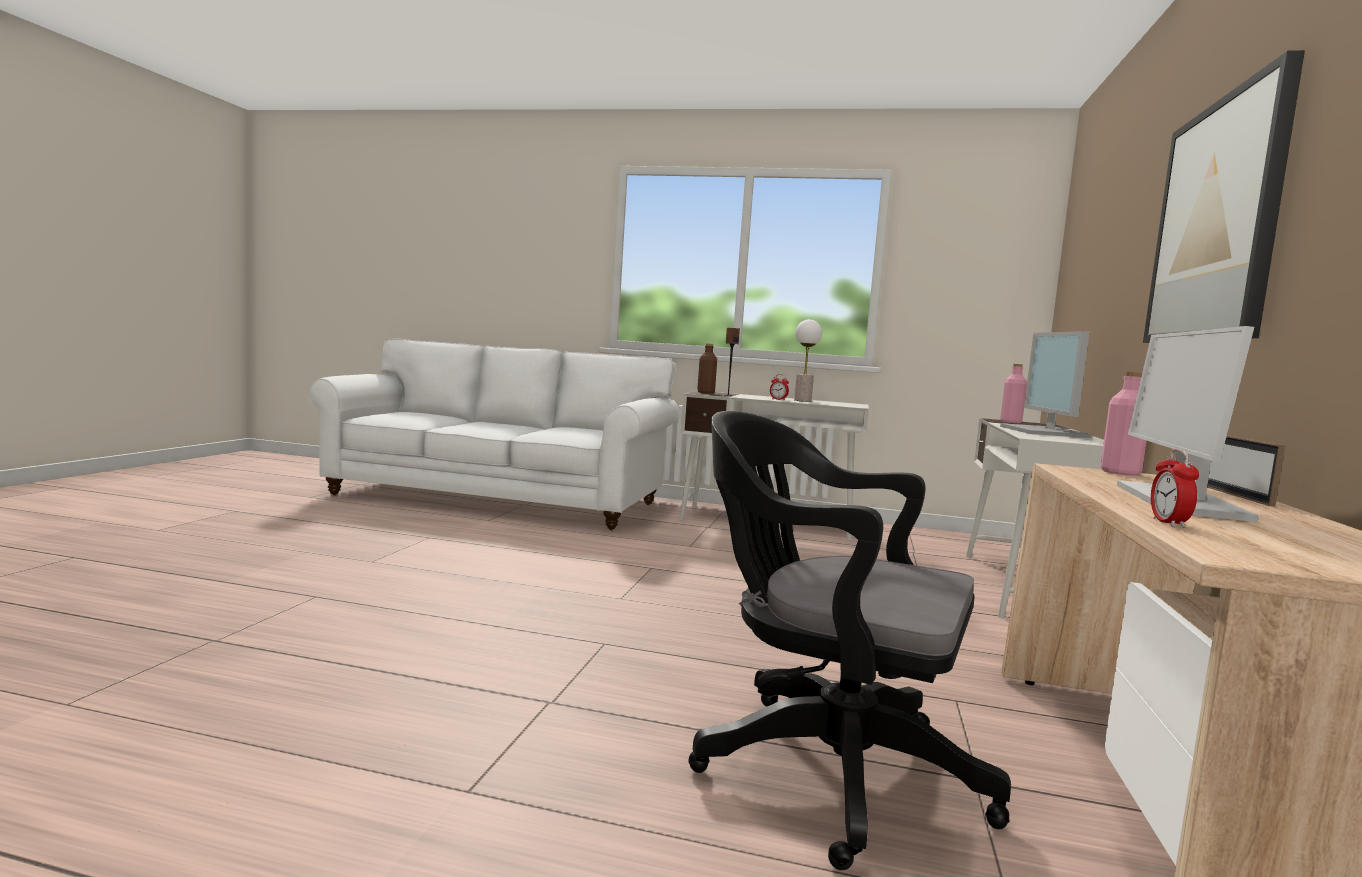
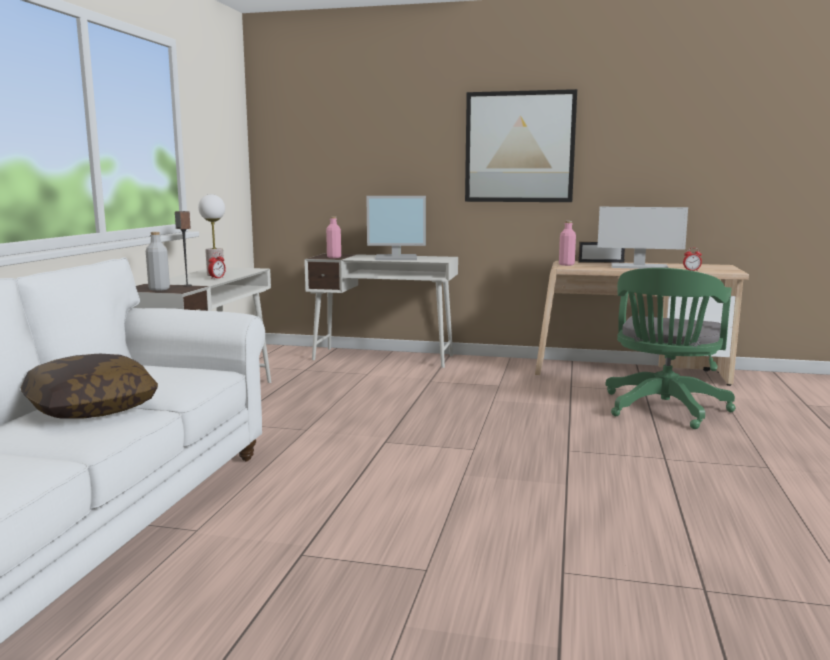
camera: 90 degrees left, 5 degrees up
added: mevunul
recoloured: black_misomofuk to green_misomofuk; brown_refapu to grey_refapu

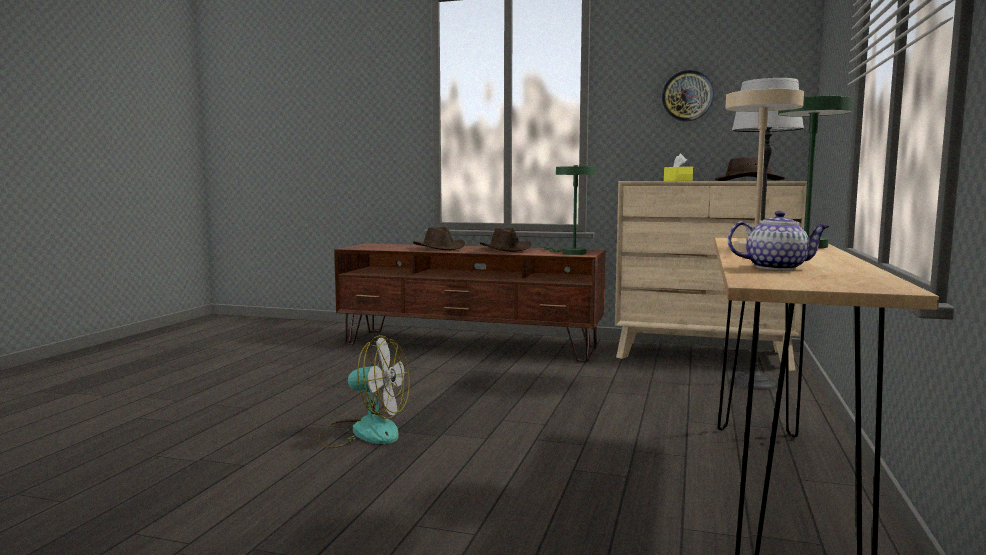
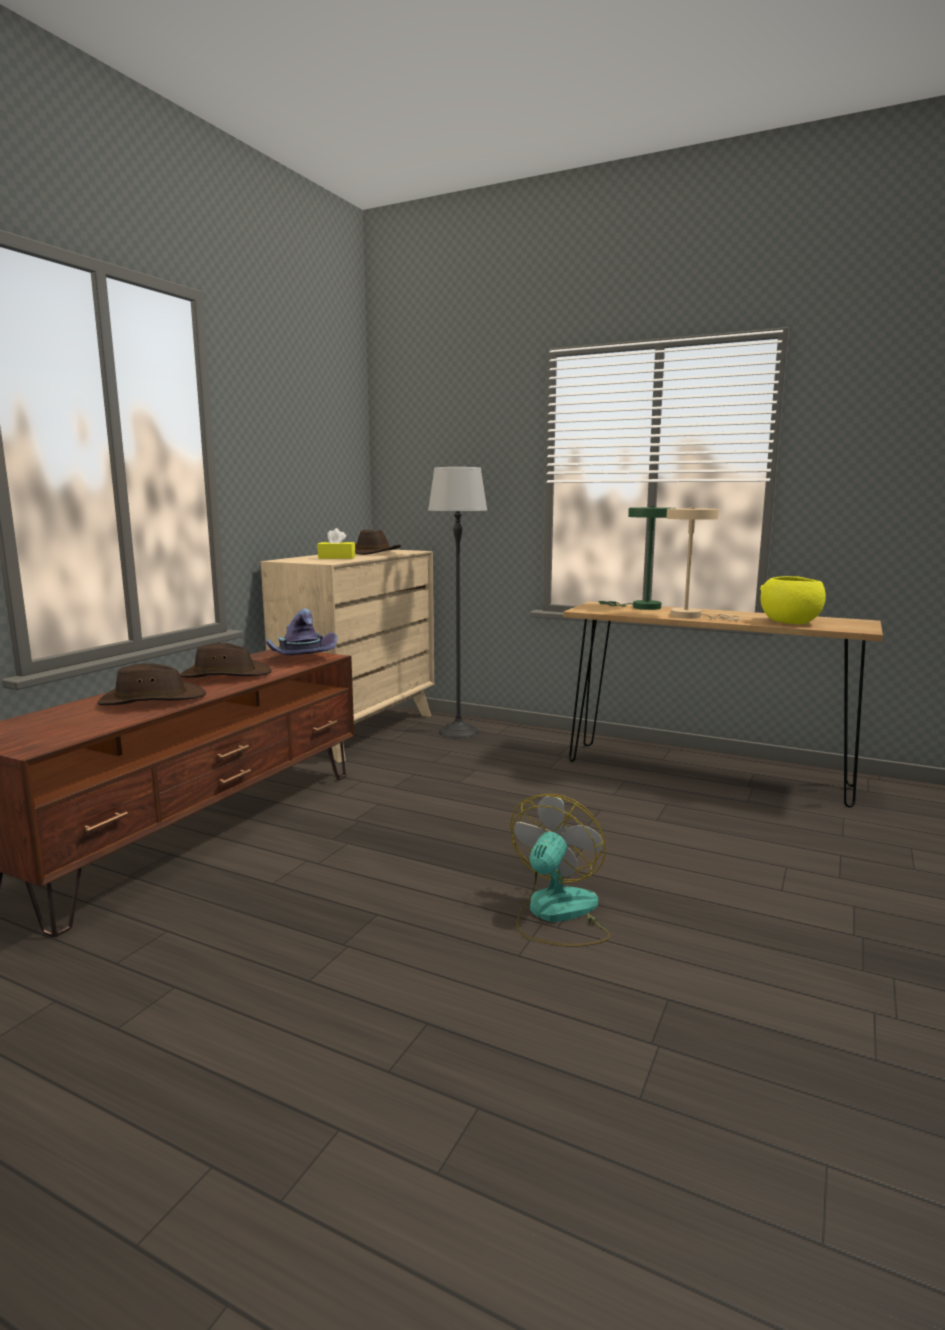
camera: 80 degrees left, 5 degrees up
removed: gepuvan
replaced: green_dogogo (1st from left) to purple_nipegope; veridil to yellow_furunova

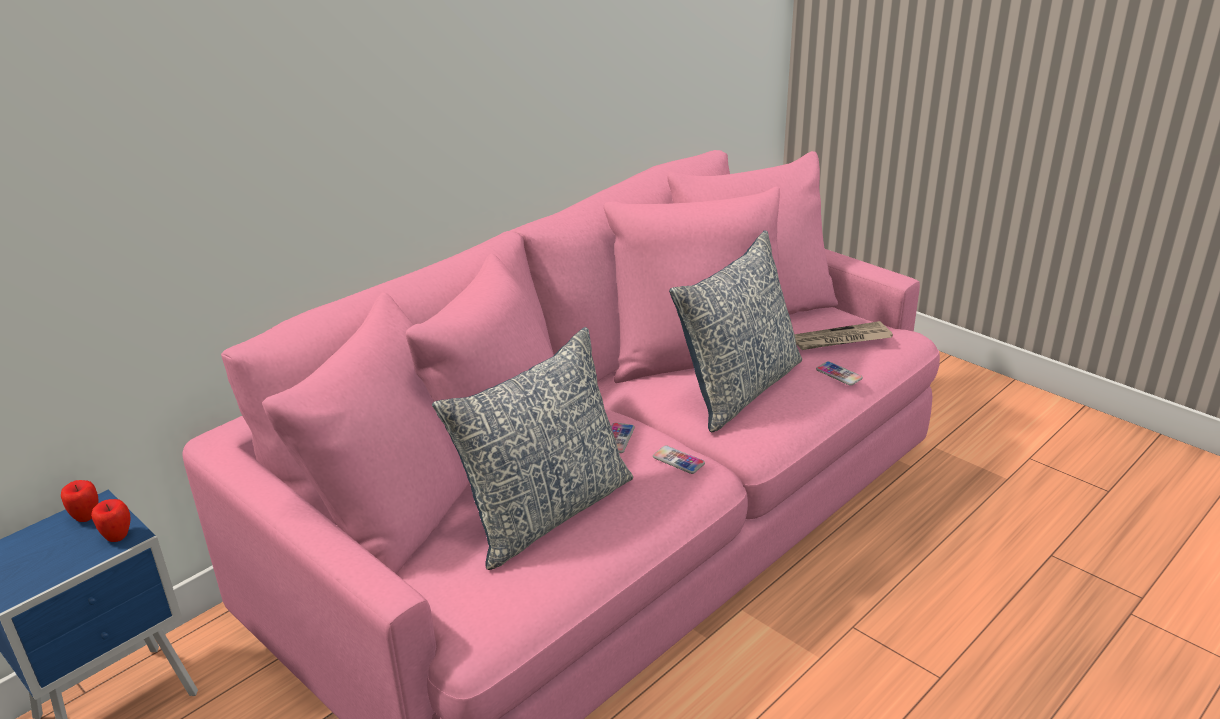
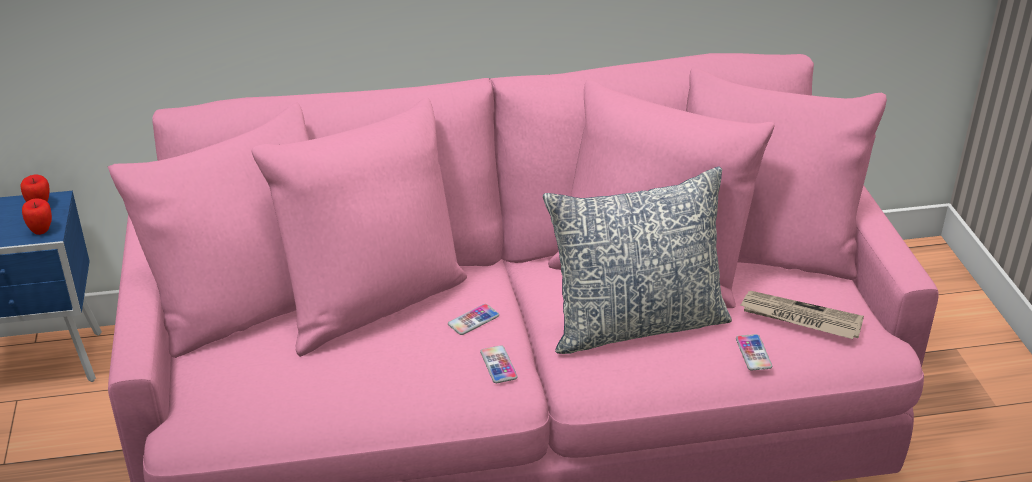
camera: 35 degrees right, 5 degrees up
removed: mevunul (1st from left)

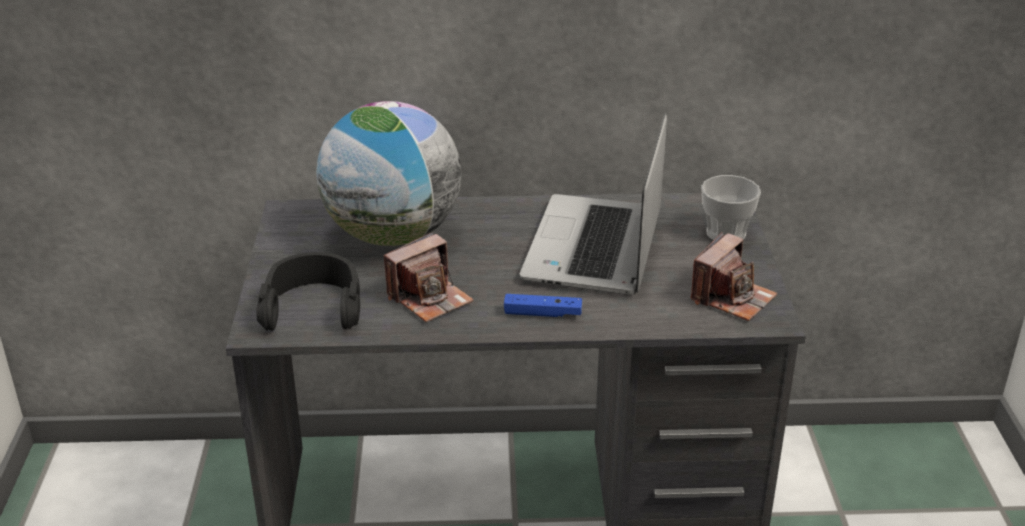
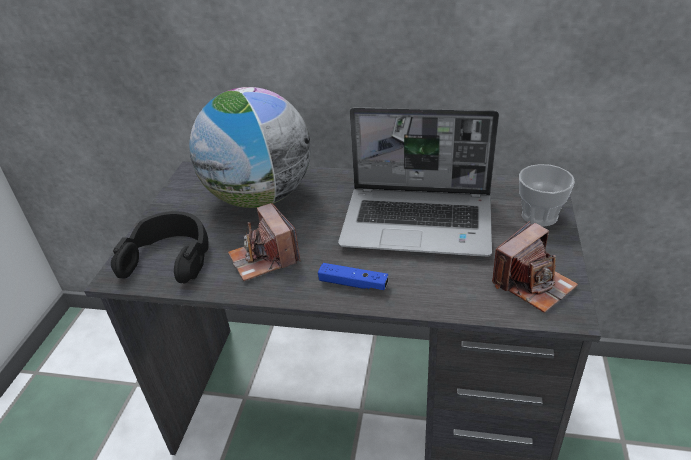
camera: 15 degrees right, 5 degrees up
turned: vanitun (1st from left) 90 degrees clockwise; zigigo 105 degrees counterclockwise

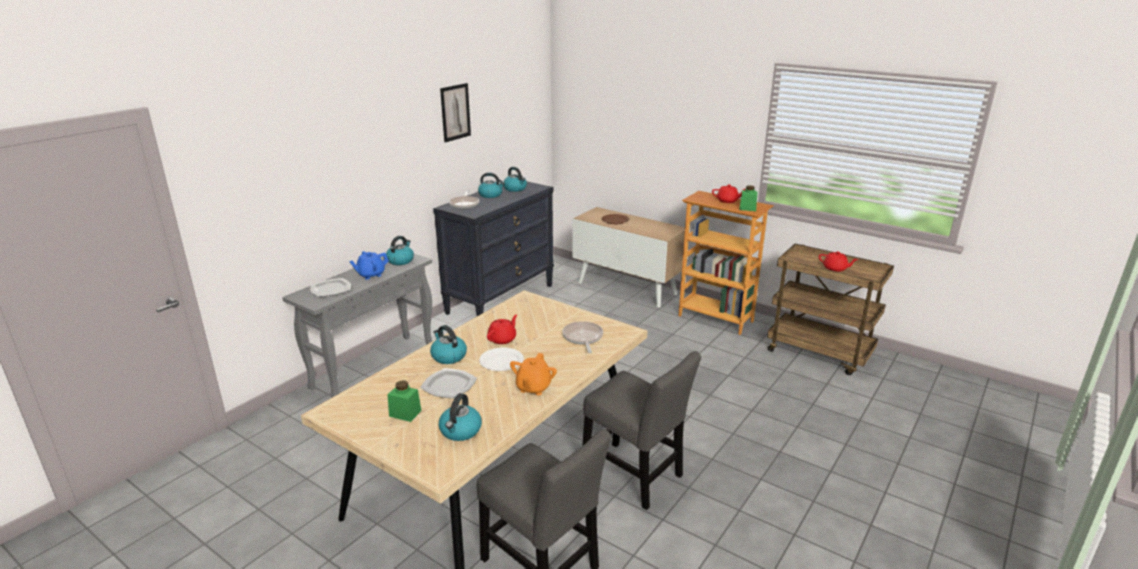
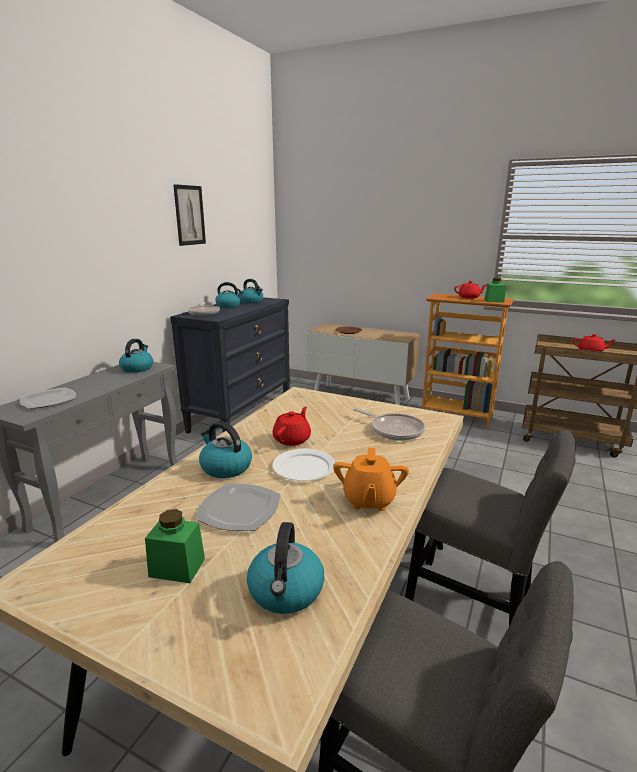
camera: 10 degrees left, 5 degrees down
removed: blue_veridil
turned: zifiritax (2nd from left) 150 degrees clockwise

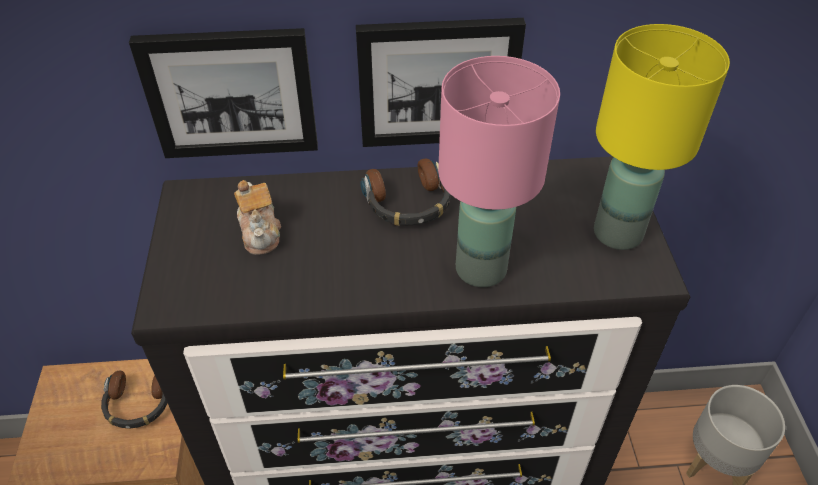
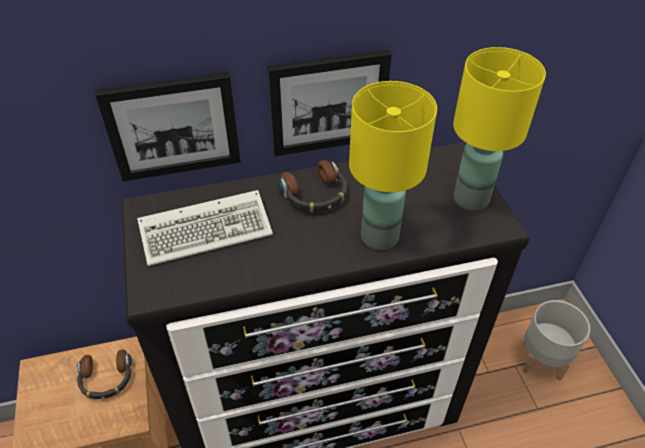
camera: 10 degrees left, 0 degrees up
replaced: veridil to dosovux
recoloured: pink_dogogo to yellow_dogogo (1st from left)

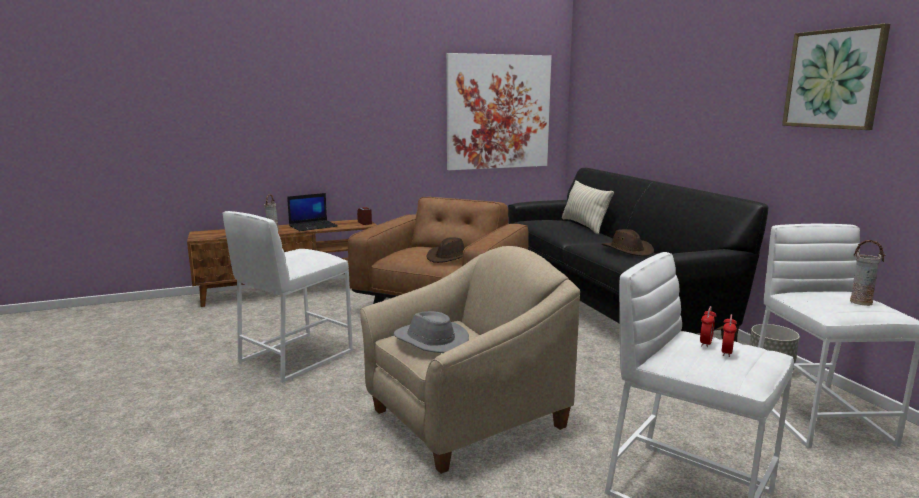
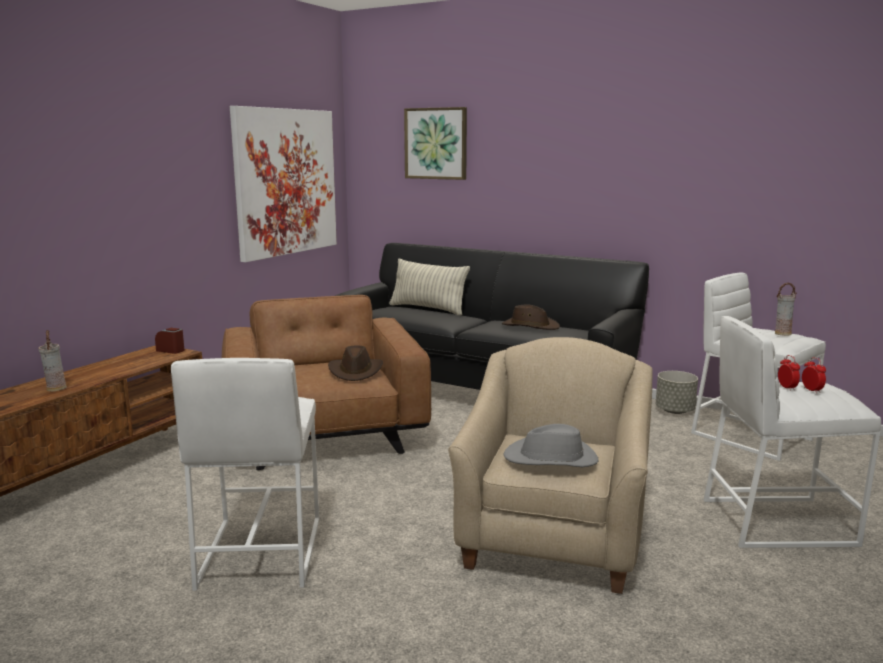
camera: 40 degrees left, 0 degrees up
removed: zigigo
moved: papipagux (2nd from left)

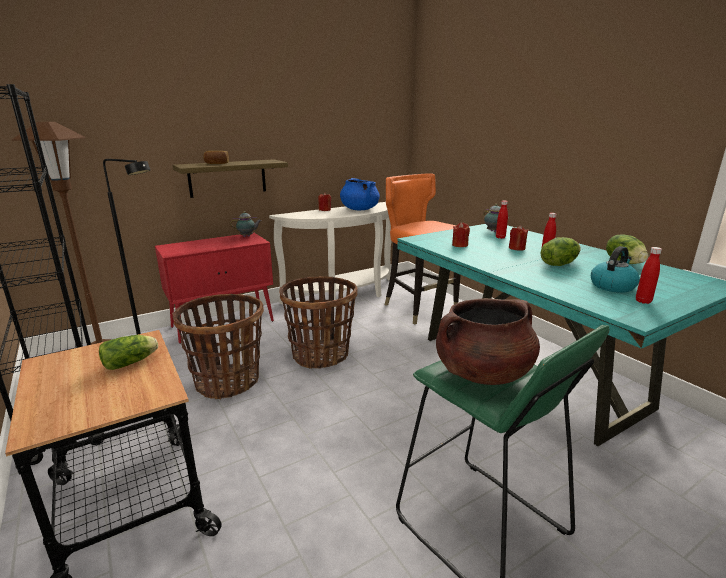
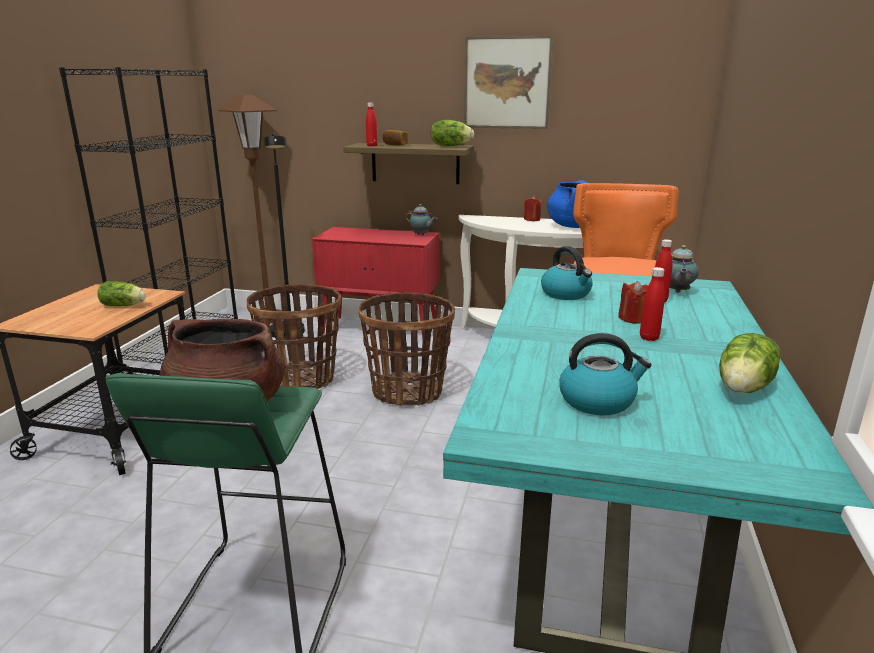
camera: 45 degrees right, 0 degrees up
added: papipagux
moved: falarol (2nd from left); red_refapu (3rd from left in the first image) to red_refapu (1st from left)
replaced: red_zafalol (2nd from left) to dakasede (1st from left)

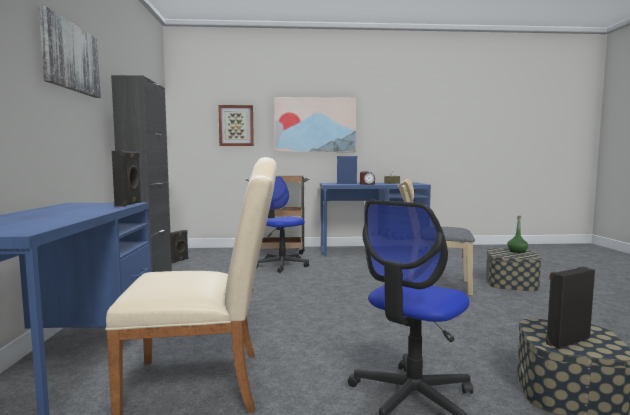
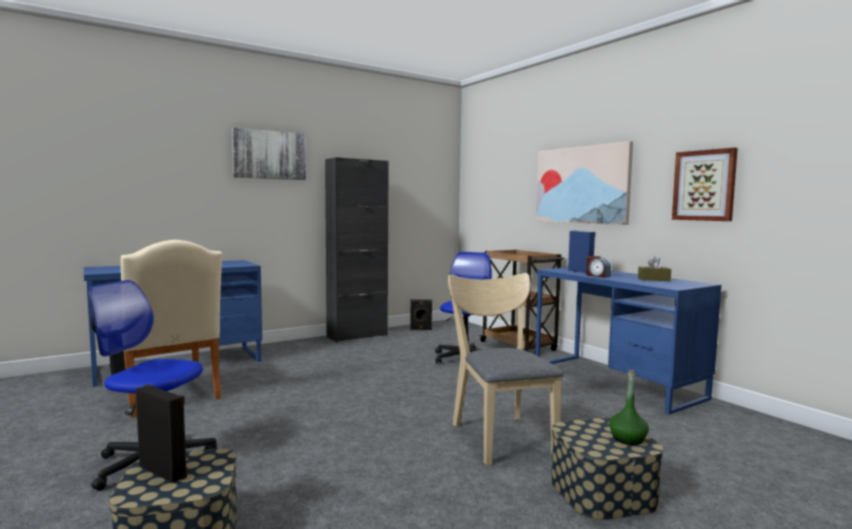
camera: 60 degrees right, 0 degrees up
removed: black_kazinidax (1st from left)
moved: papipagux (2nd from left in the first image) to papipagux (3rd from left)

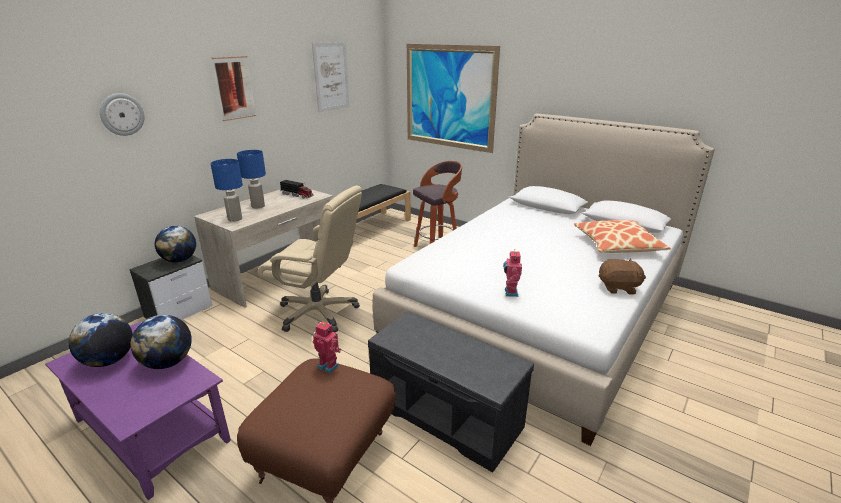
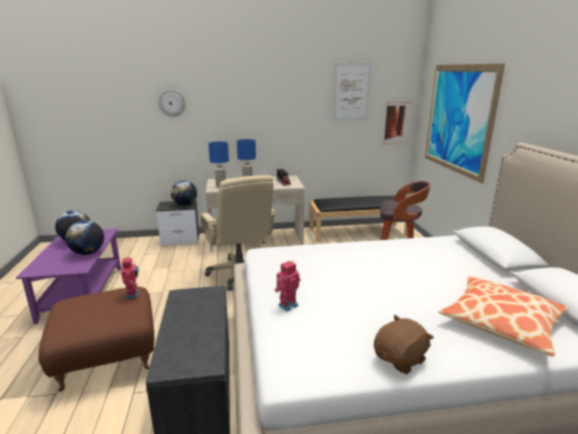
camera: 45 degrees right, 5 degrees down
moved: papipagux (1st from left in the first image) to papipagux (2nd from left)
turned: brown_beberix 90 degrees counterclockwise

